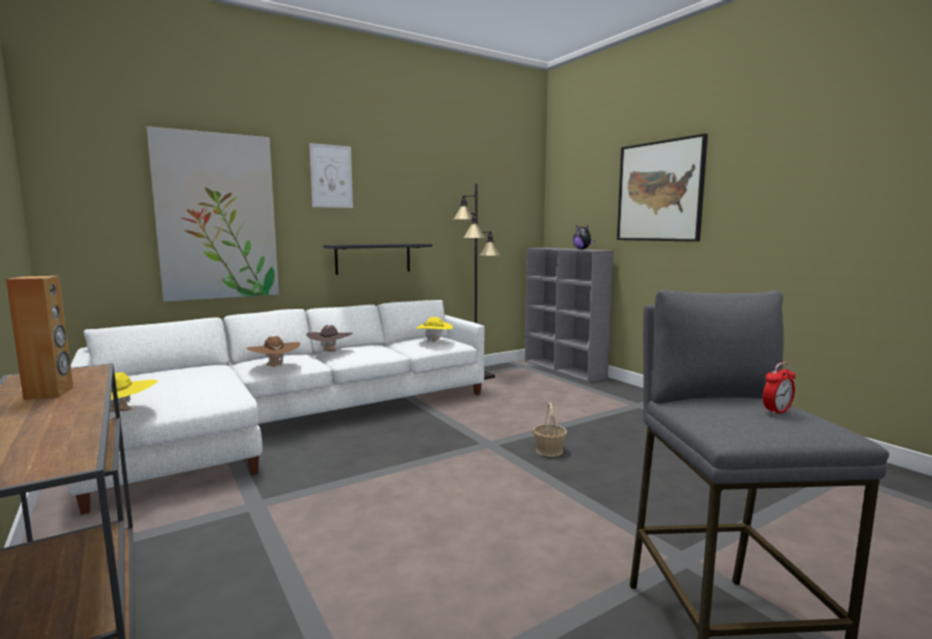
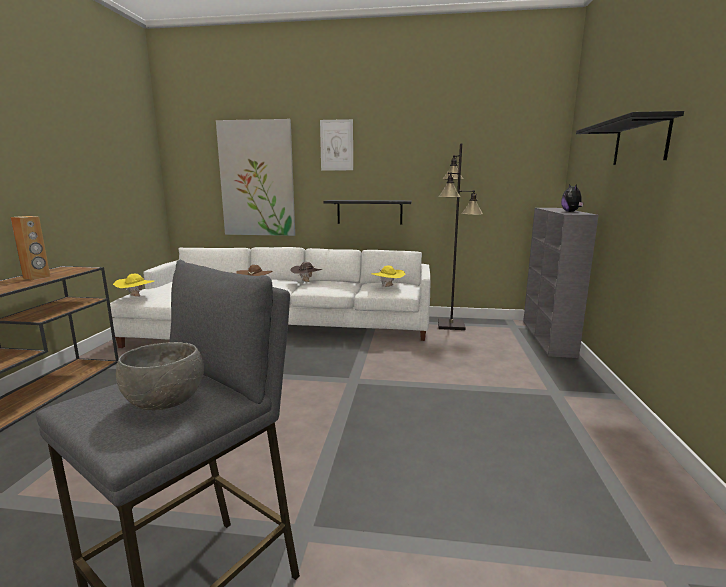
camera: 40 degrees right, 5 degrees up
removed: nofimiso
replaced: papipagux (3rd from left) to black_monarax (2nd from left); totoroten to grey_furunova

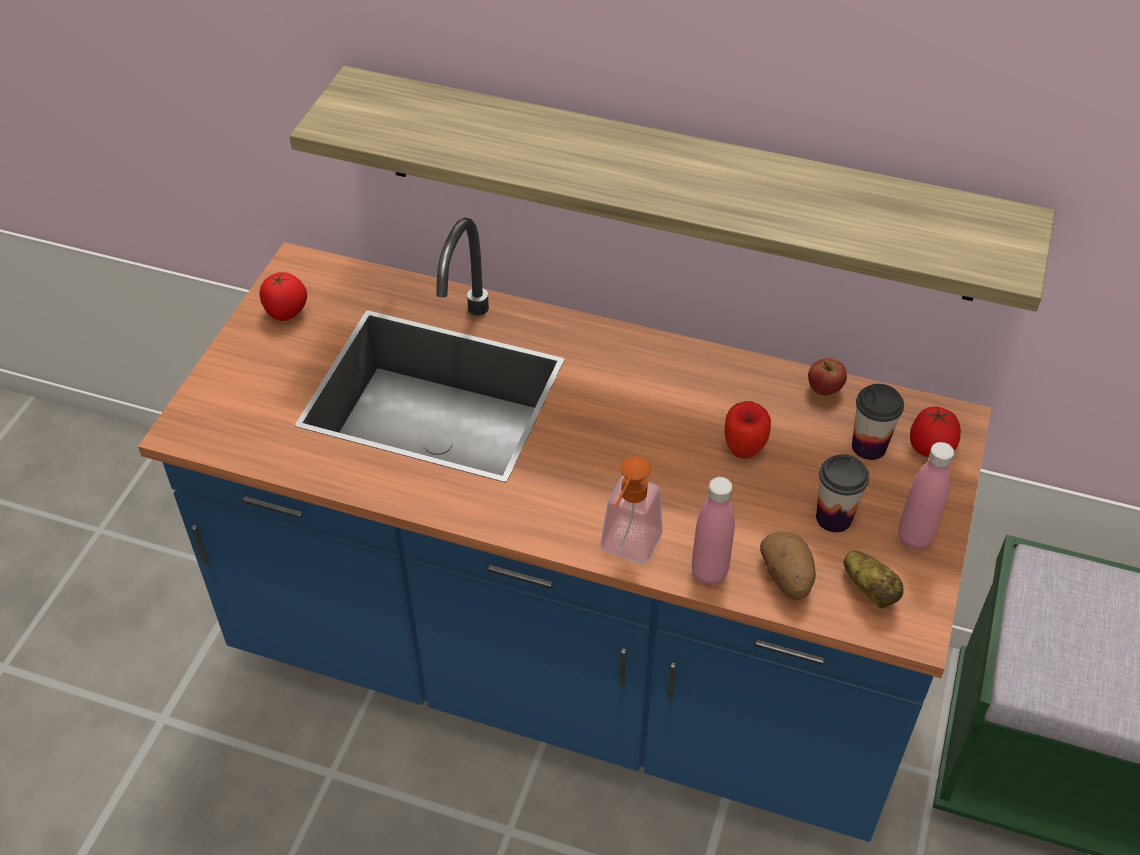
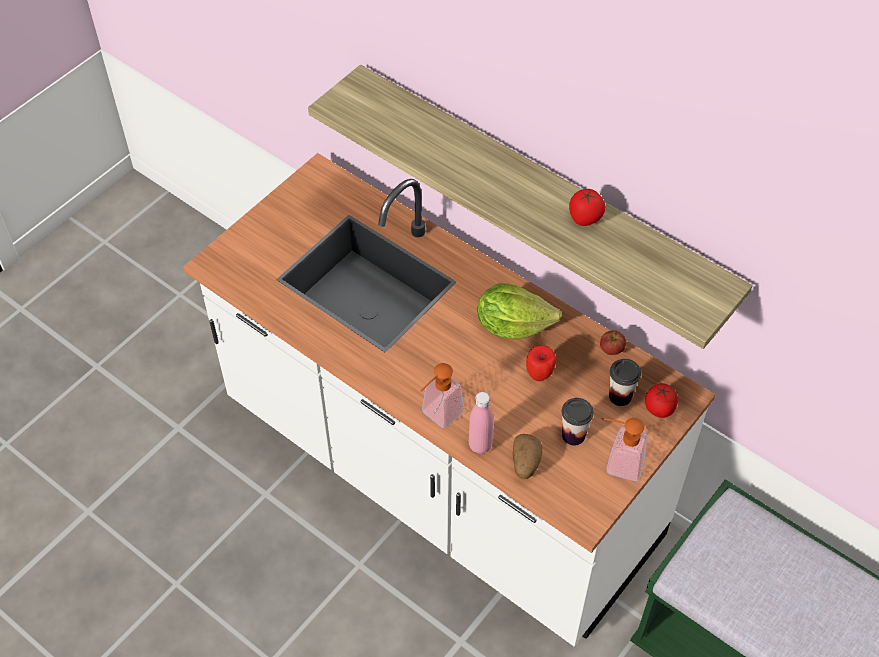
camera: 20 degrees right, 5 degrees up
removed: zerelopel (2nd from left)
added: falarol
moved: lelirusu (1st from left)
replaced: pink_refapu (2nd from left) to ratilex (2nd from left)
recoloured: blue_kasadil to white_kasadil

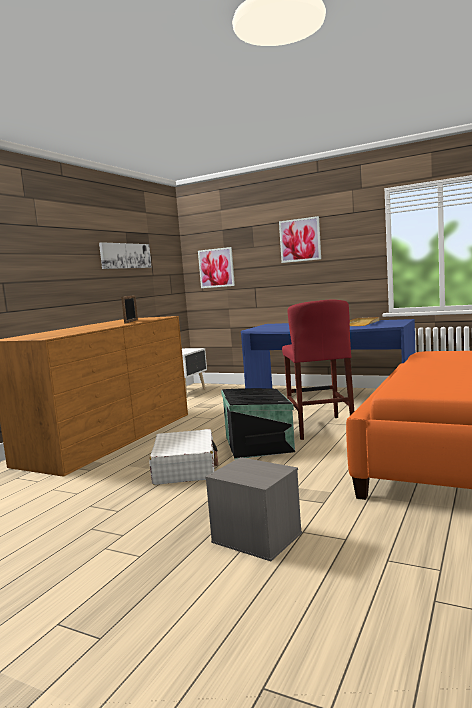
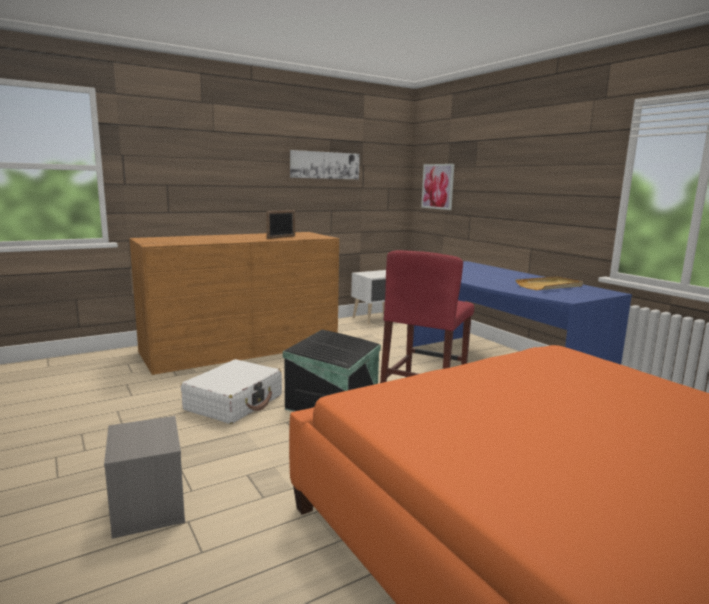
camera: 30 degrees right, 5 degrees up
removed: papipagux (3rd from left)

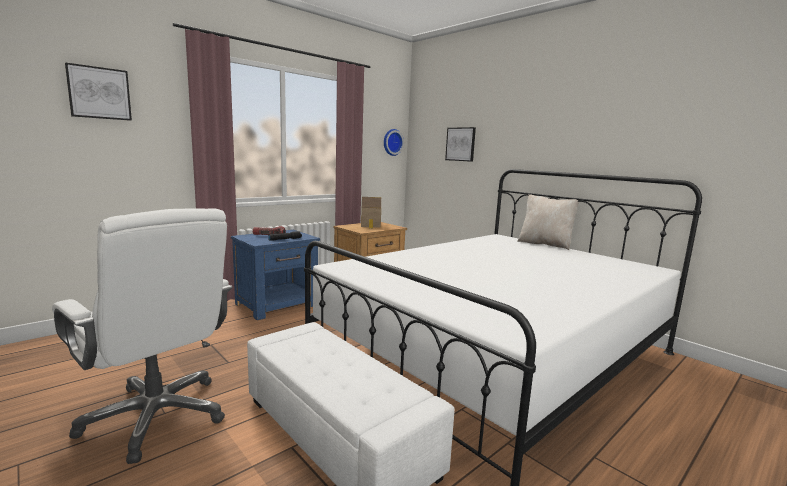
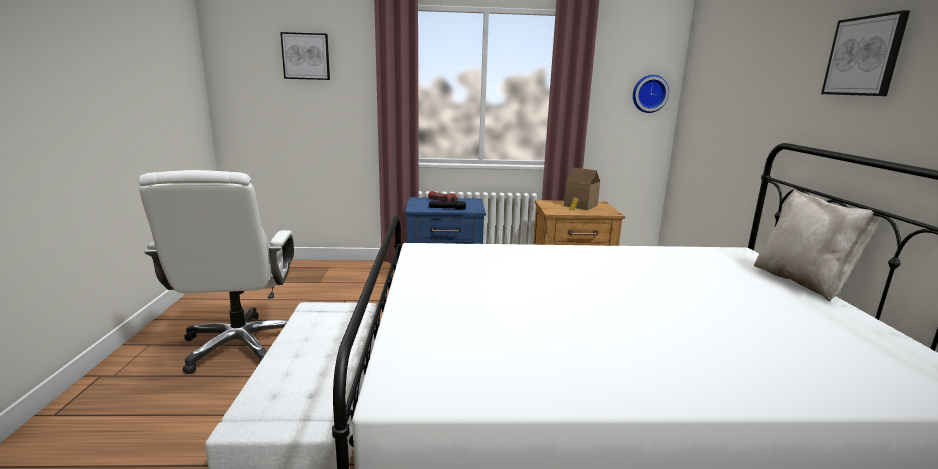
camera: 40 degrees right, 5 degrees up
moved: papipagux (2nd from left)

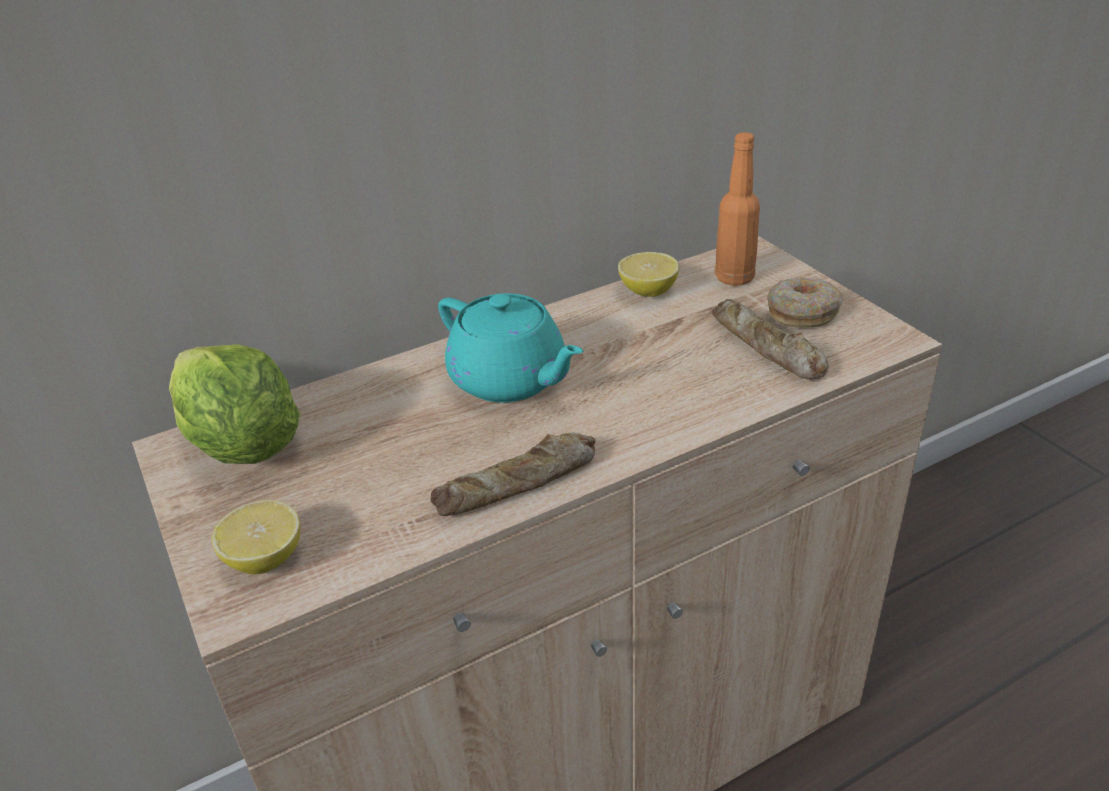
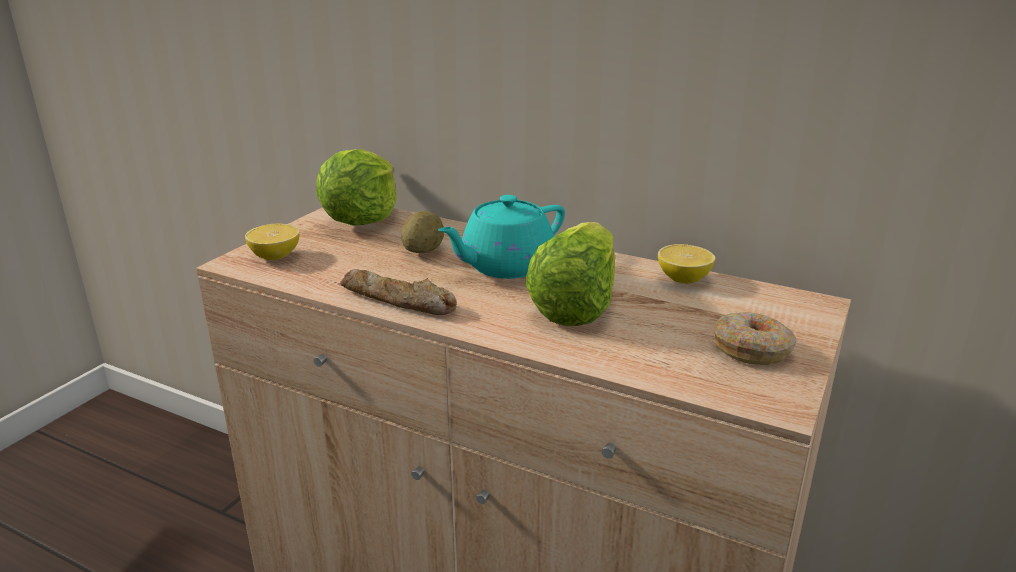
camera: 55 degrees right, 10 degrees down
removed: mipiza (2nd from left); orange_refapu
added: zerelopel; falarol (2nd from left)
turned: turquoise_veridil 45 degrees clockwise

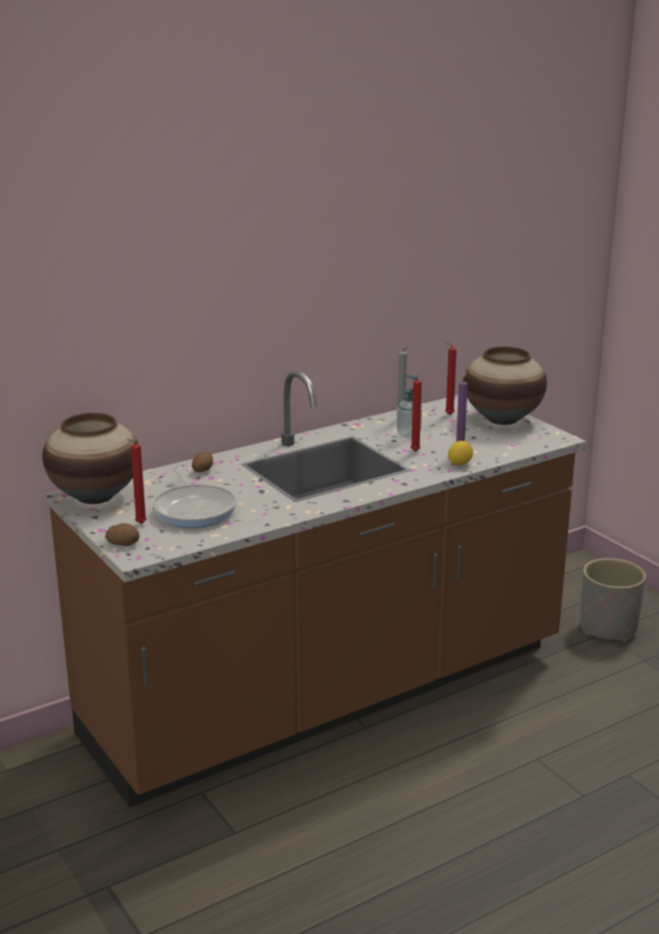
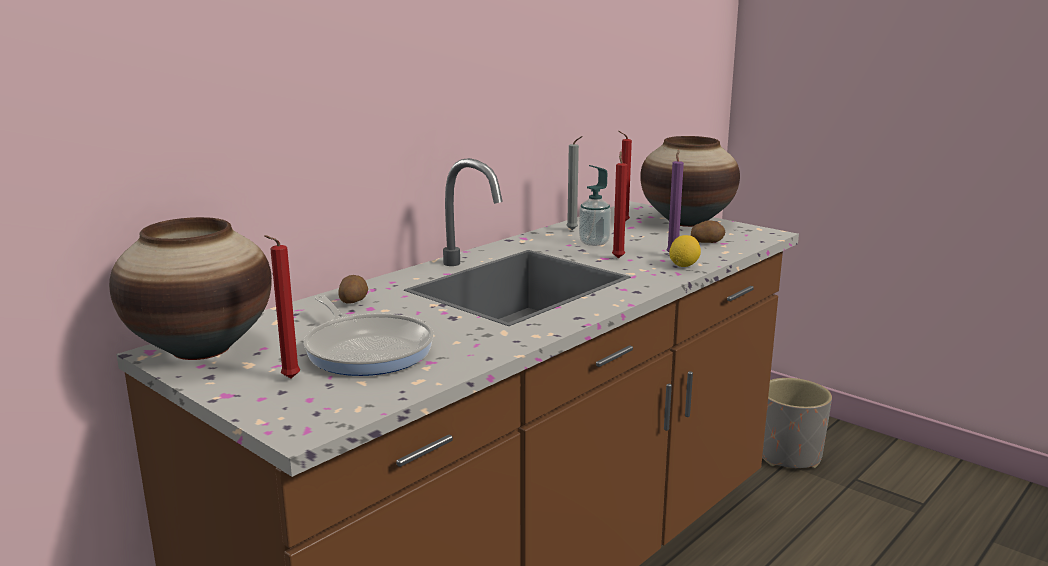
camera: 15 degrees left, 5 degrees down
moved: zerelopel (1st from left in the first image) to zerelopel (2nd from left)

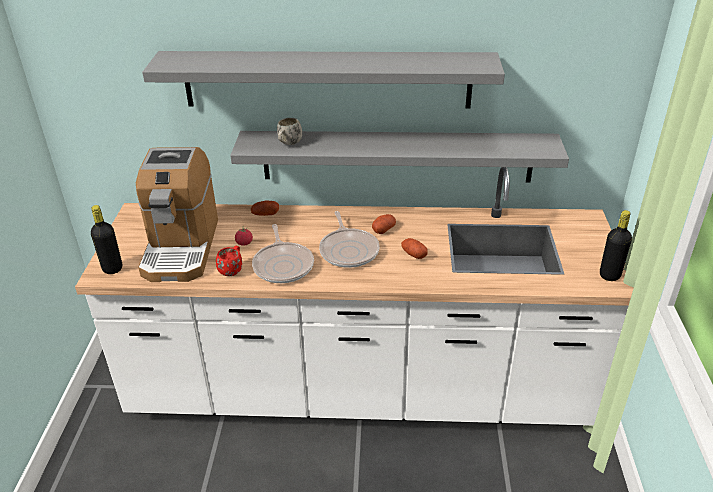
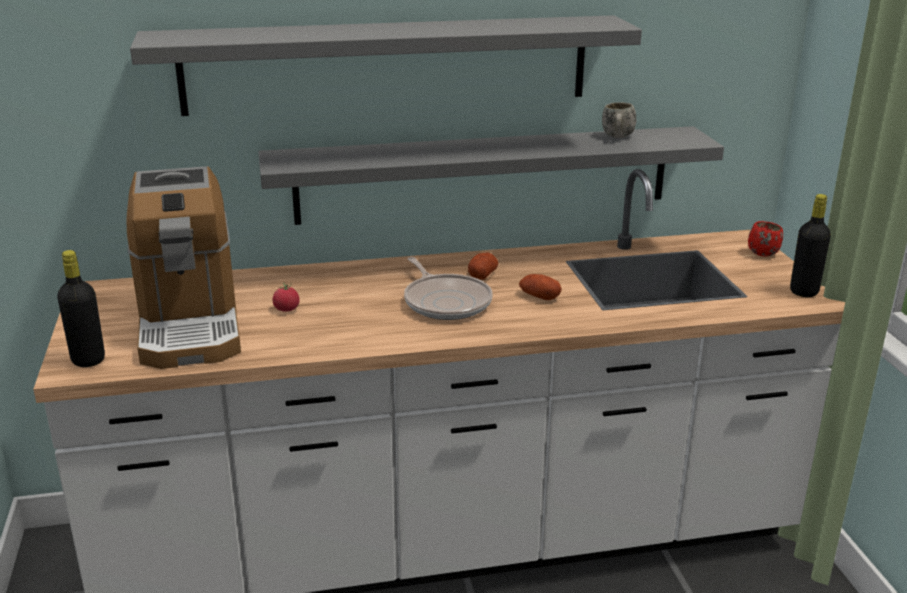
camera: 15 degrees left, 10 degrees down
removed: zerelopel (1st from left); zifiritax (1st from left)
moved: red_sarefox; white_sarefox

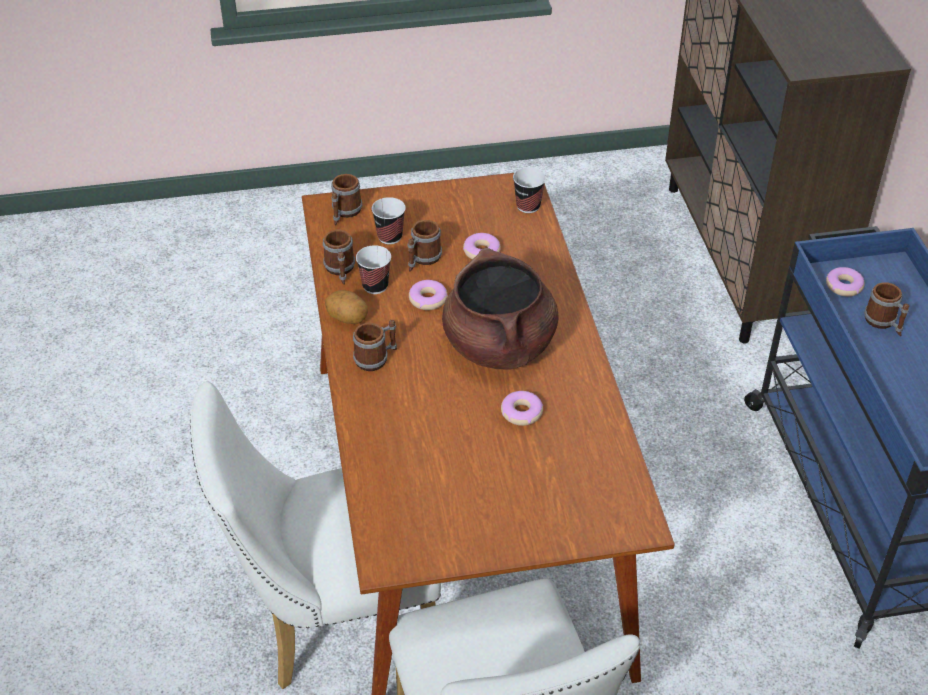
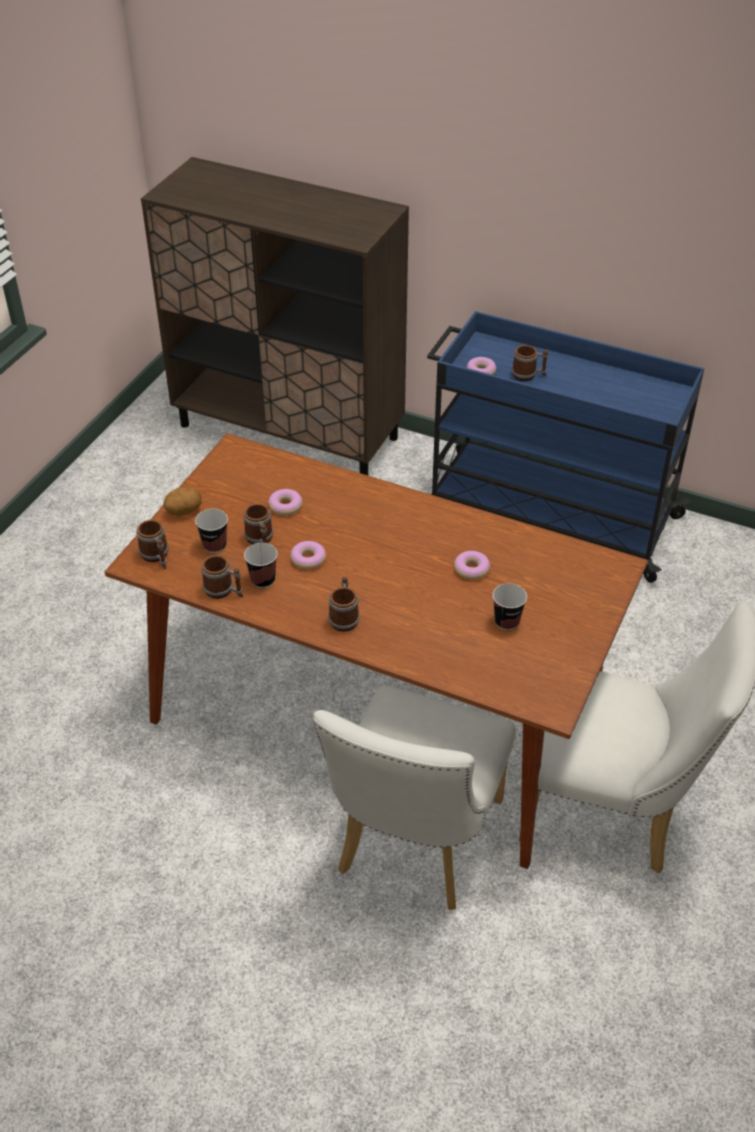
camera: 55 degrees left, 0 degrees up
removed: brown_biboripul
moved: zerelopel; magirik (3rd from left)

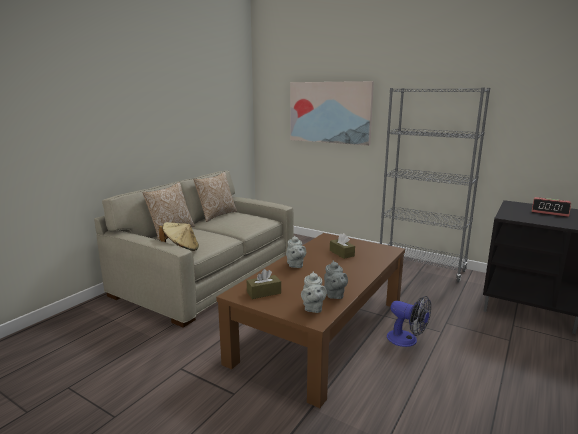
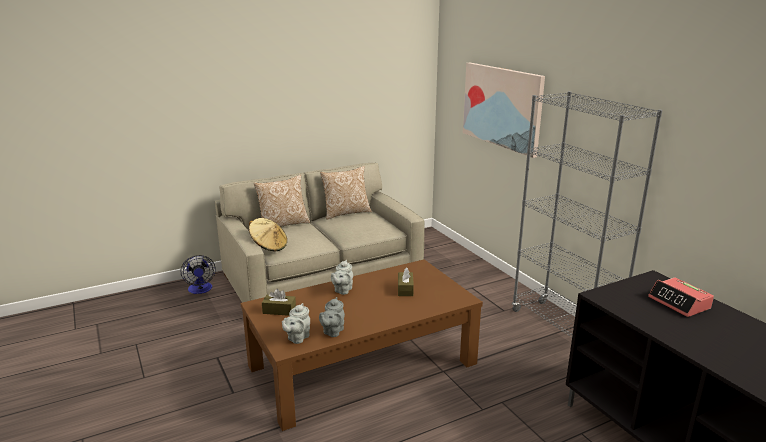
camera: 30 degrees right, 5 degrees up
moved: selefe

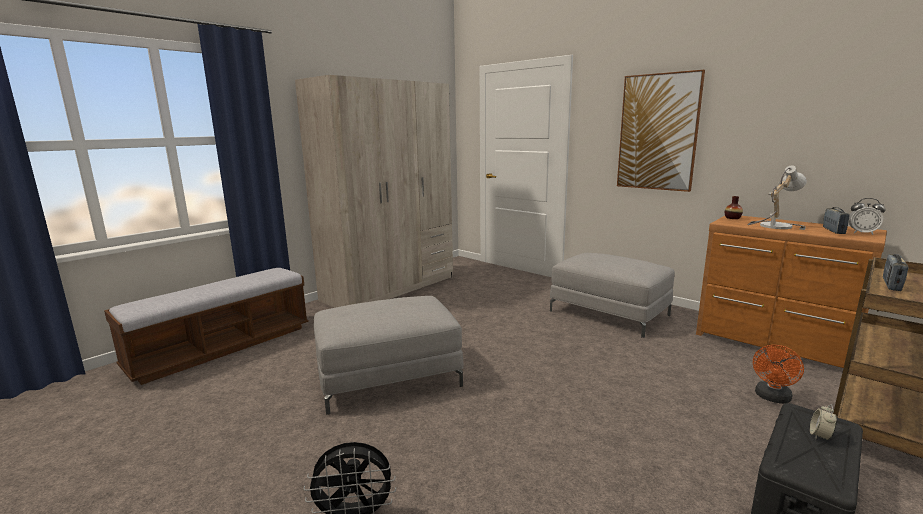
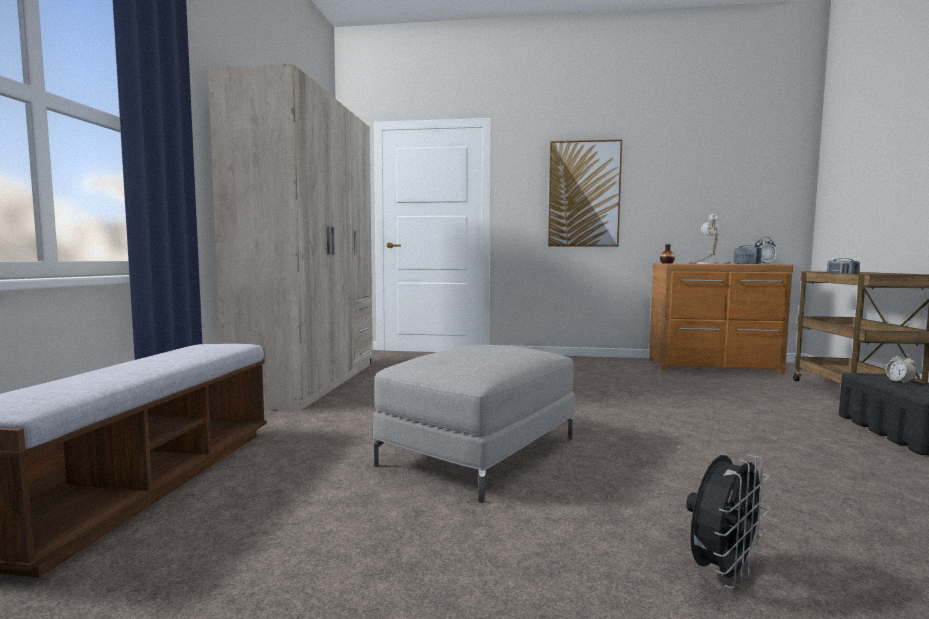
camera: 35 degrees left, 10 degrees down
removed: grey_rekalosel (2nd from left); orange_selefe

